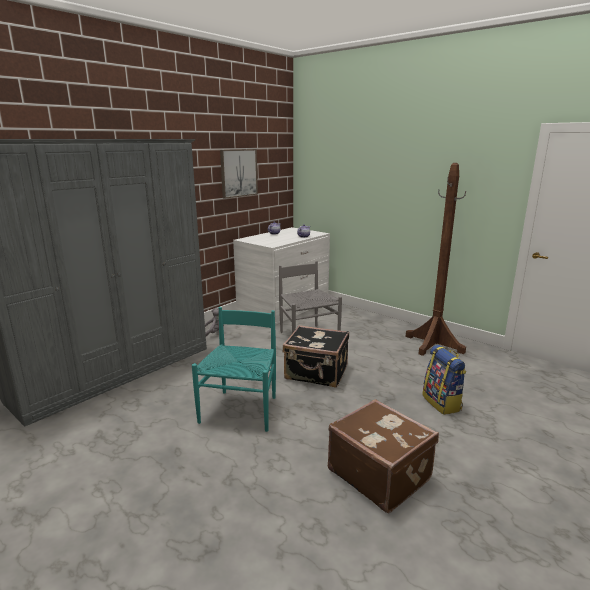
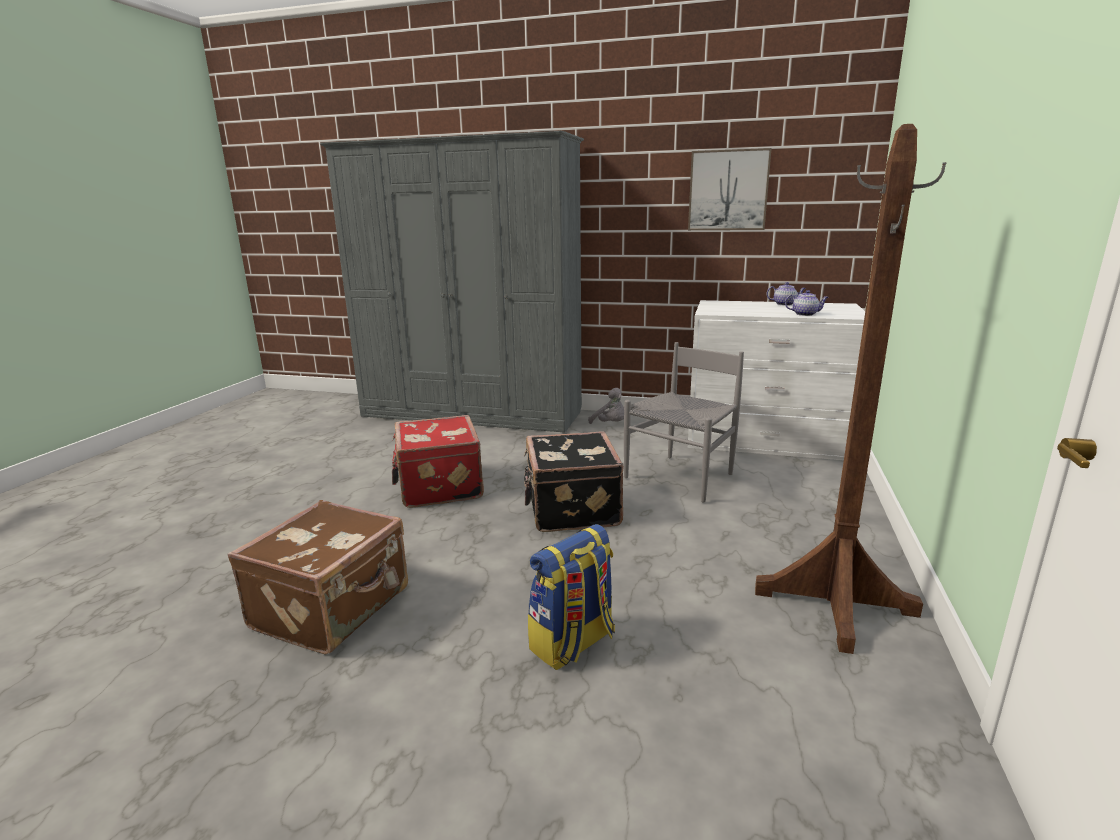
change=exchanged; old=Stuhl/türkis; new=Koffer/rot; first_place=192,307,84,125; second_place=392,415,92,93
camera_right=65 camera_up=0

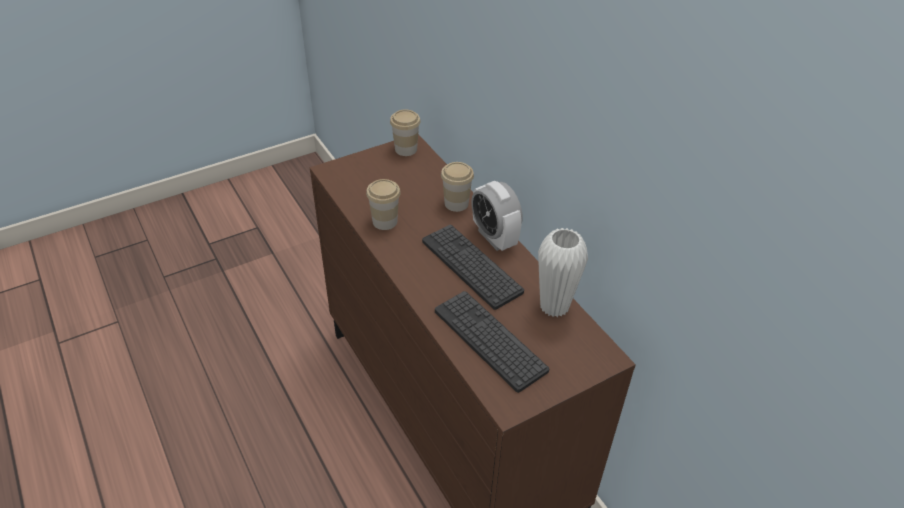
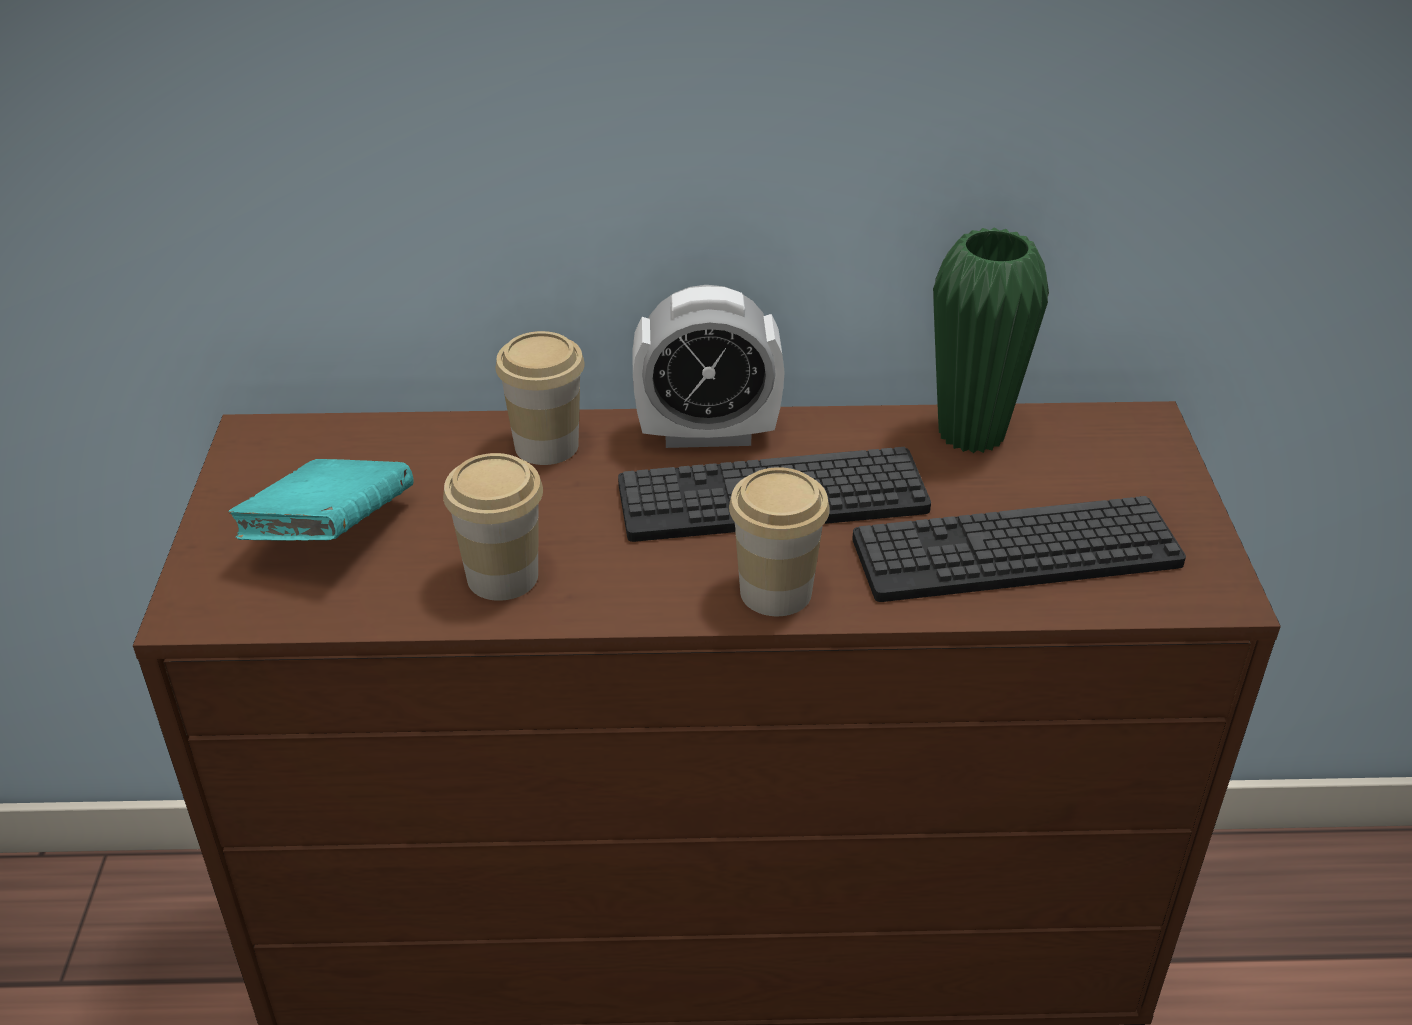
change=relocated; old=Tasse; first_place=390,109,31,47; second_place=729,467,101,149
change=colour; old=Vase/weiß; new=Vase/grün; first_place=538,228,50,89; second_place=933,228,116,225
change=appeared; new=Buch/türkis; second_place=228,459,186,82
camera_right=-60 camera_up=-5

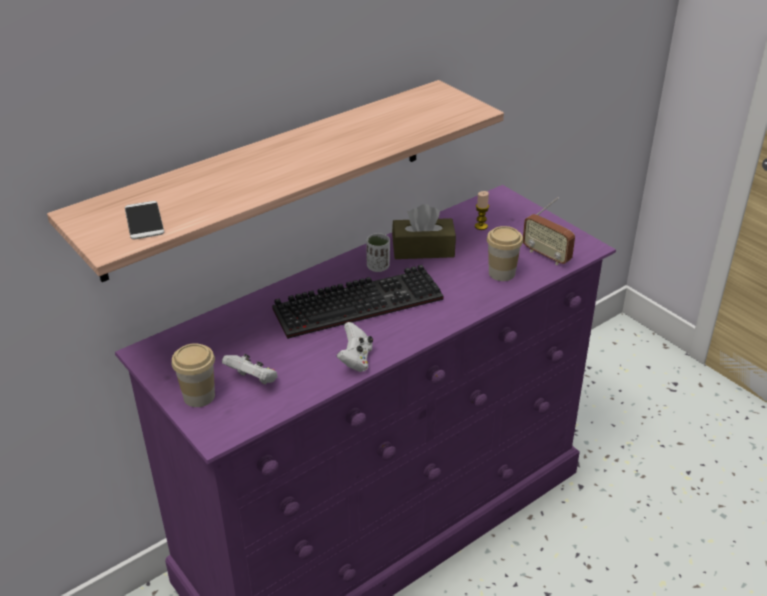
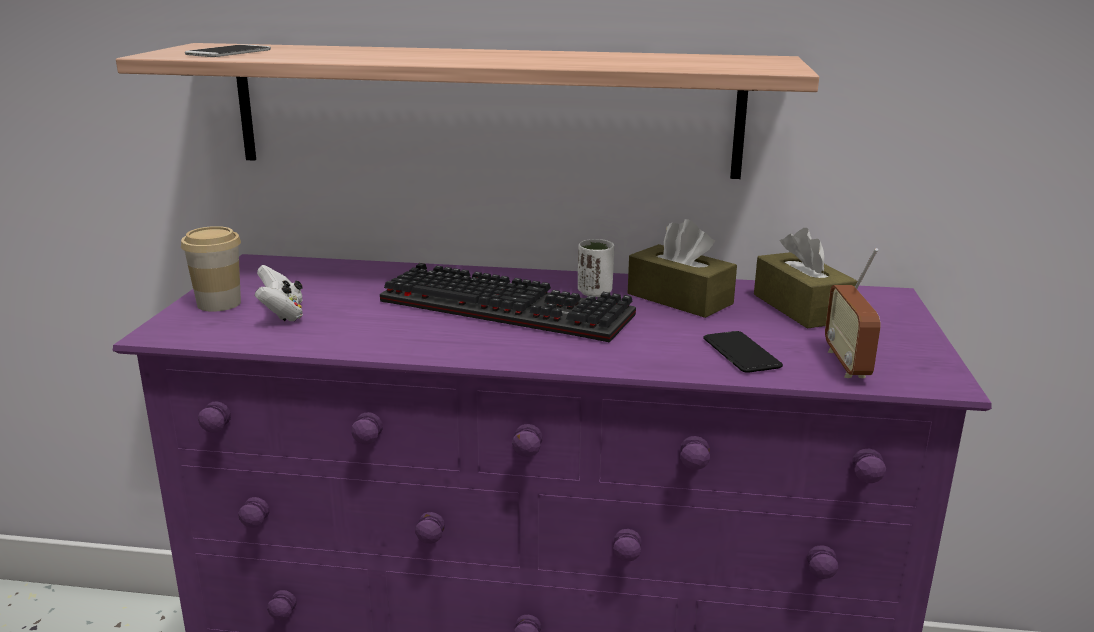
change=missing; old=Gamepad/weiß; first_place=337,322,36,50
change=exchanged; old=Kerze; new=Taschentuchbox/braun; first_place=475,191,14,39; second_place=754,228,104,101
change=exchanged; old=Tasse; new=Handy; first_place=487,226,36,55; second_place=703,331,80,42
camera_right=45 camera_up=-15

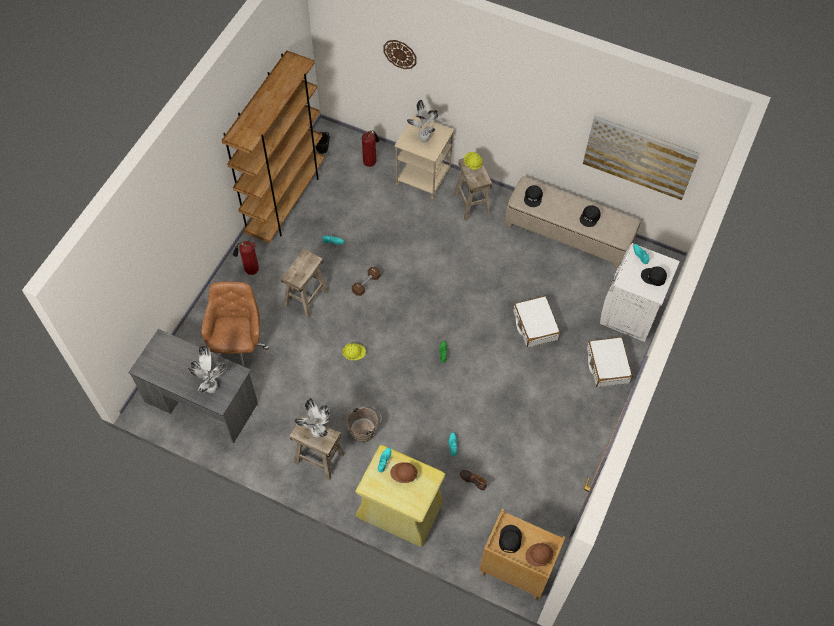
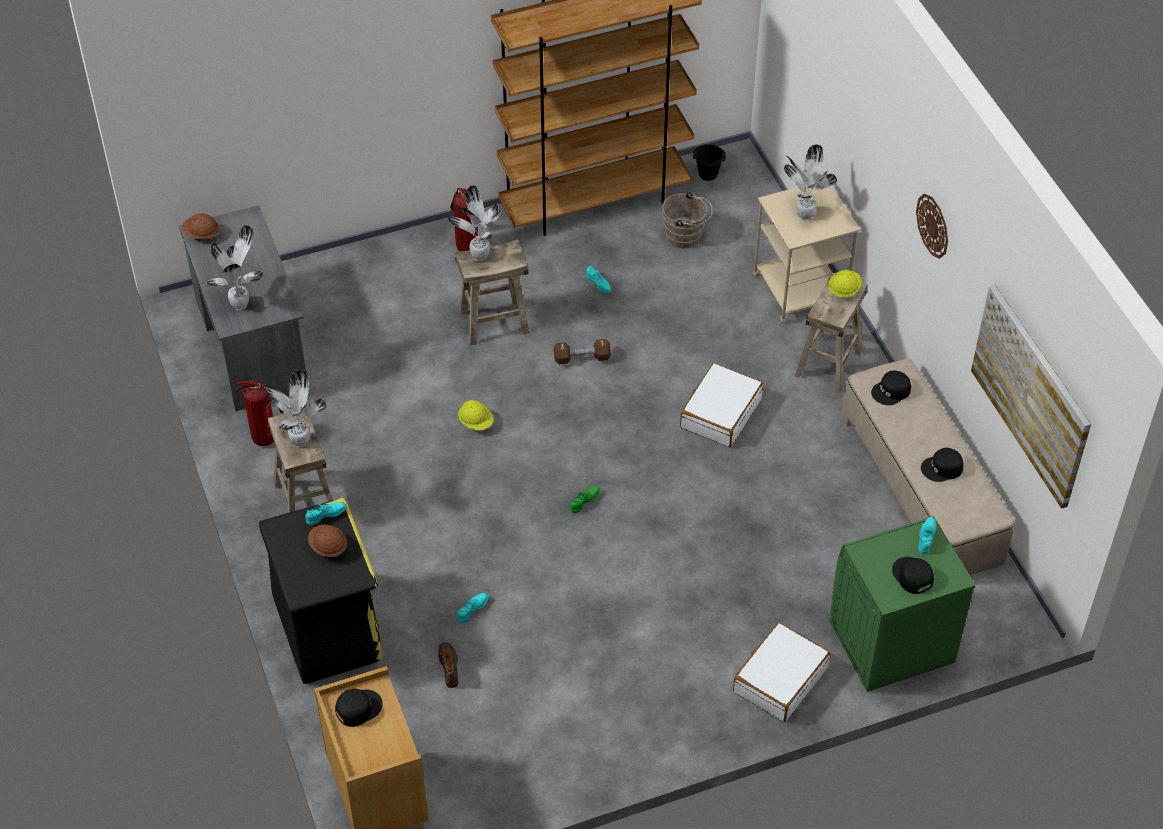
change=missing; old=Bürostuhl/braun; first_place=201,282,68,85
change=relocated; old=Eimer/braun; first_place=346,406,35,36; second_place=662,192,51,56
change=colour; old=Nachttisch/gelb; new=Nachttisch/schwarz; first_place=356,445,89,102; second_place=259,498,123,186
change=relocated; old=Feuerlöscher; first_place=362,130,18,37; second_place=236,379,47,67
change=relocated; old=Wanduhr; first_place=383,40,34,29; second_place=916,194,32,65
change=relocated; old=Koffer/weiß; first_place=513,296,47,52; second_place=680,363,83,84
change=relocated; old=Schutzhelm/braun; first_place=525,543,28,24; second_place=182,213,37,28
change=colour; old=Waschmaschine/weiß; new=Waschmaschine/grün; first_place=600,243,80,99; second_place=830,516,145,176
change=appeared; new=Topfpflanze; second_place=448,185,53,76
camera_right=45 camera_up=-10

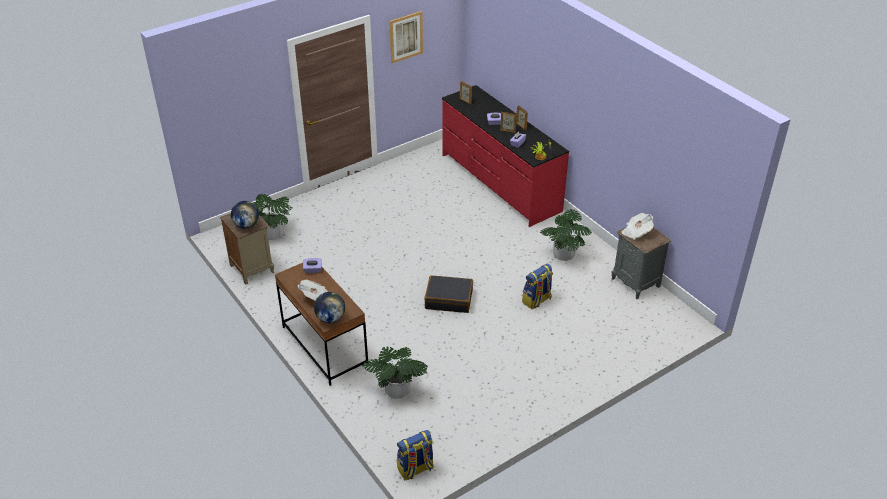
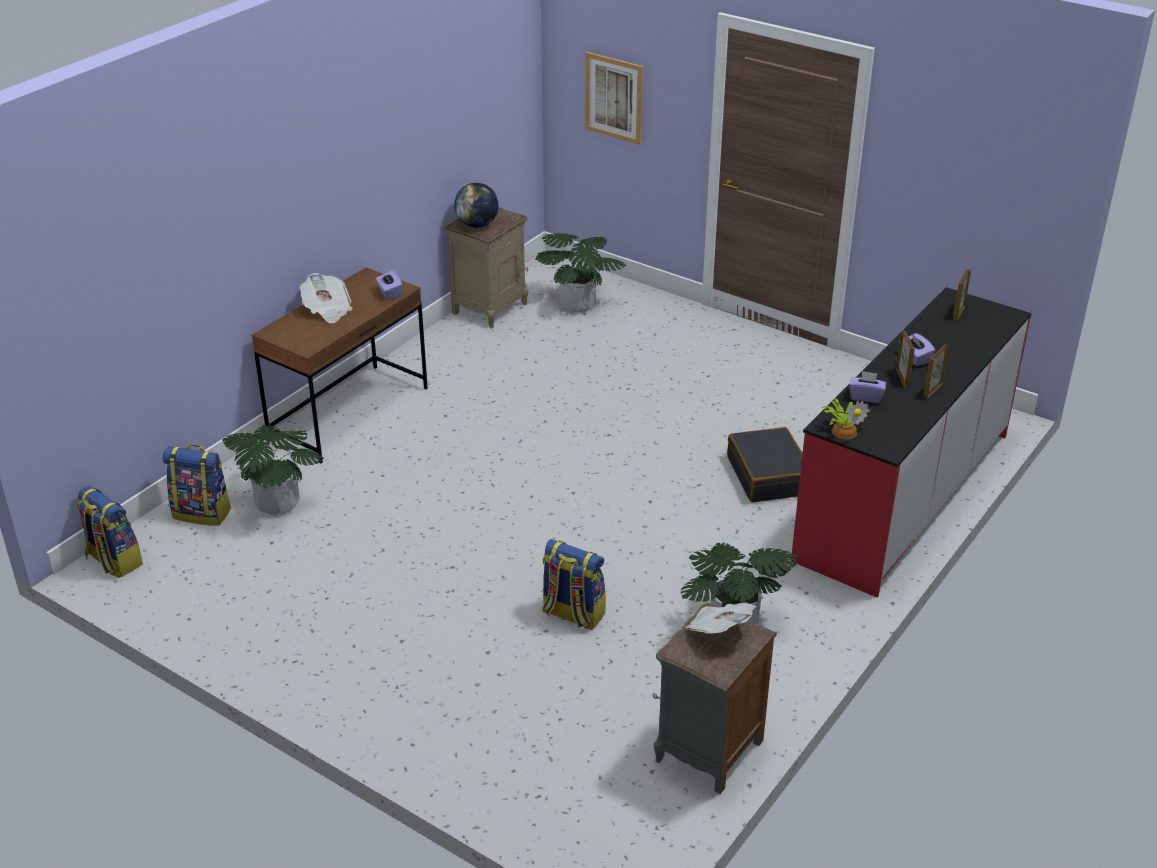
change=missing; old=Globus; first_place=314,292,31,31
change=relocated; old=Bild; first_place=389,11,34,52; second_place=585,52,58,93
change=relocated; old=Koffer/schwarz; first_place=425,275,48,38; second_place=727,427,76,76
change=appeared; new=Rucksack; second_place=163,445,68,81
camera_right=70 camera_up=-5

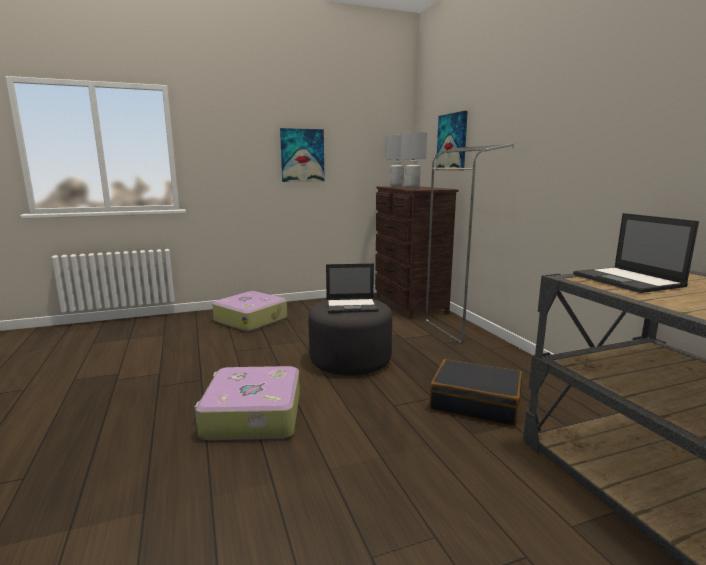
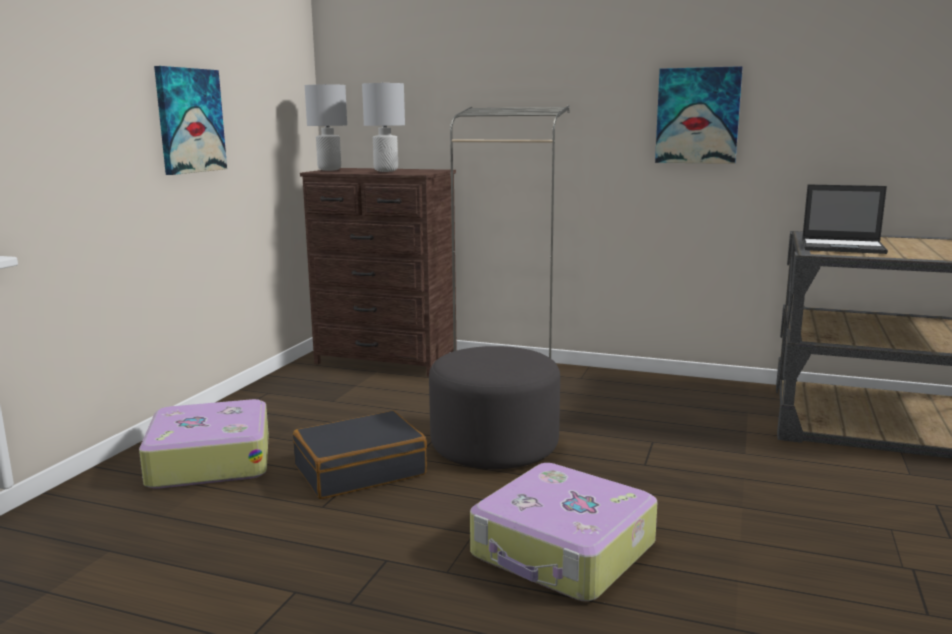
change=missing; old=Laptop; first_place=326,263,53,50
change=relocated; old=Koffer/schwarz; first_place=430,359,92,67; second_place=293,410,134,89
change=relocated; old=Bild; first_place=436,111,32,60; second_place=655,66,88,98
camera_right=-50 camera_up=0

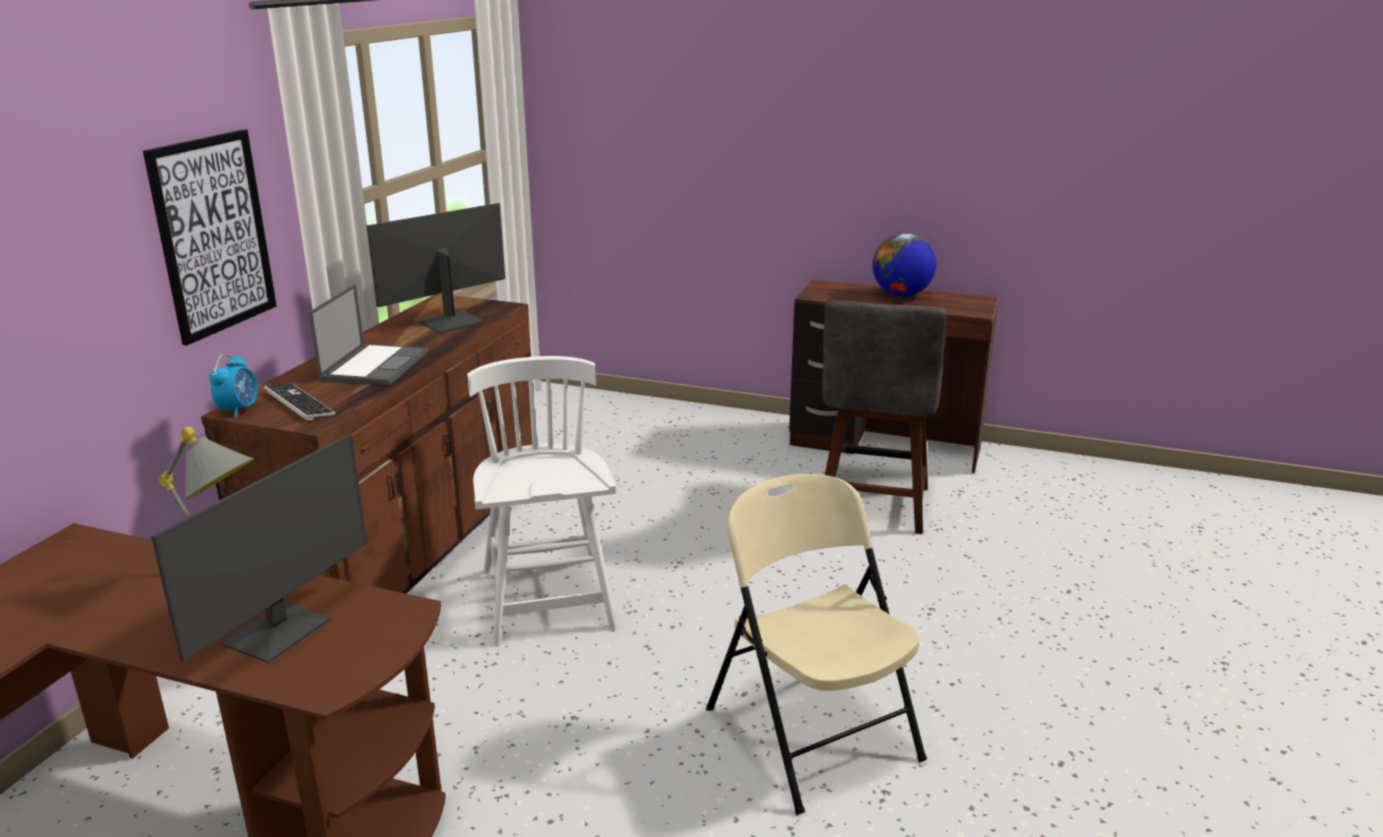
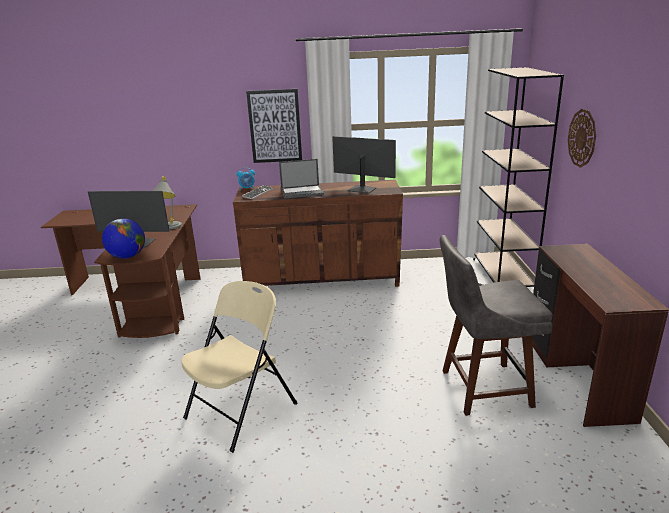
change=missing; old=Stuhl/weiß; first_place=467,356,150,290
change=relocated; old=Globus; first_place=873,233,63,63; second_place=102,218,43,41
change=appeared; new=Bücherregal/beige; second_place=473,67,91,220
change=appeared; new=Wanduhr; second_place=568,109,28,58
camera_right=70 camera_up=0

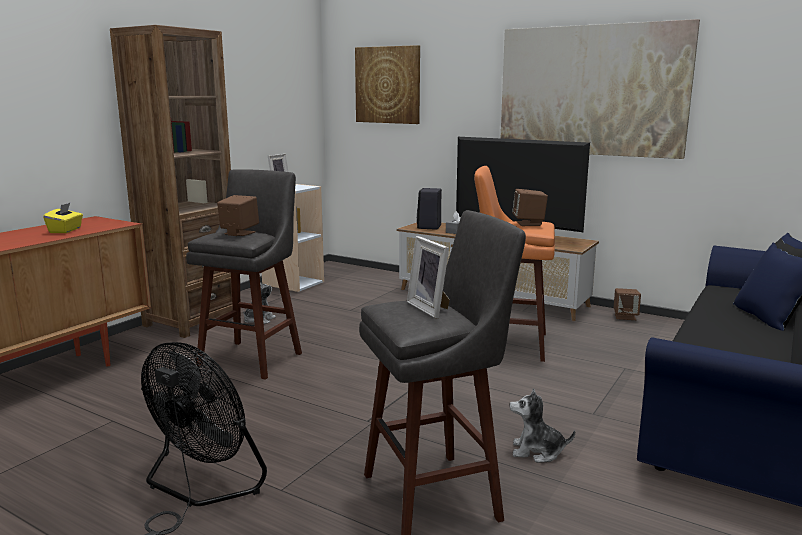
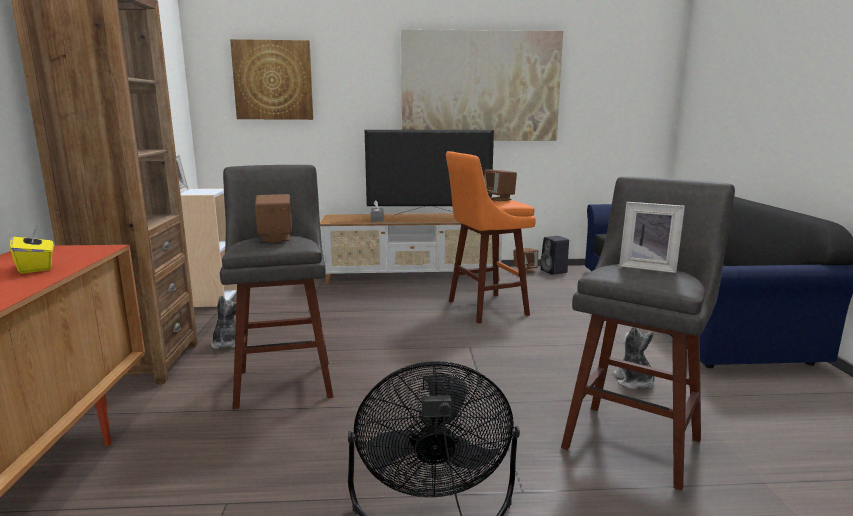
change=relocated; old=Lautsprecher/schwarz; first_place=417,188,25,42; second_place=541,236,28,39
change=spun; old=Plüschtier; first_place=509,388,66,75; second_place=613,327,42,62; degrees=105
camera_right=-35 camera_up=0

